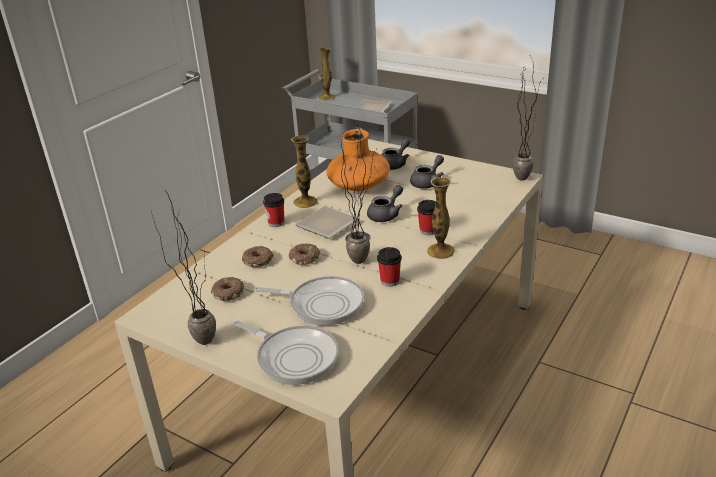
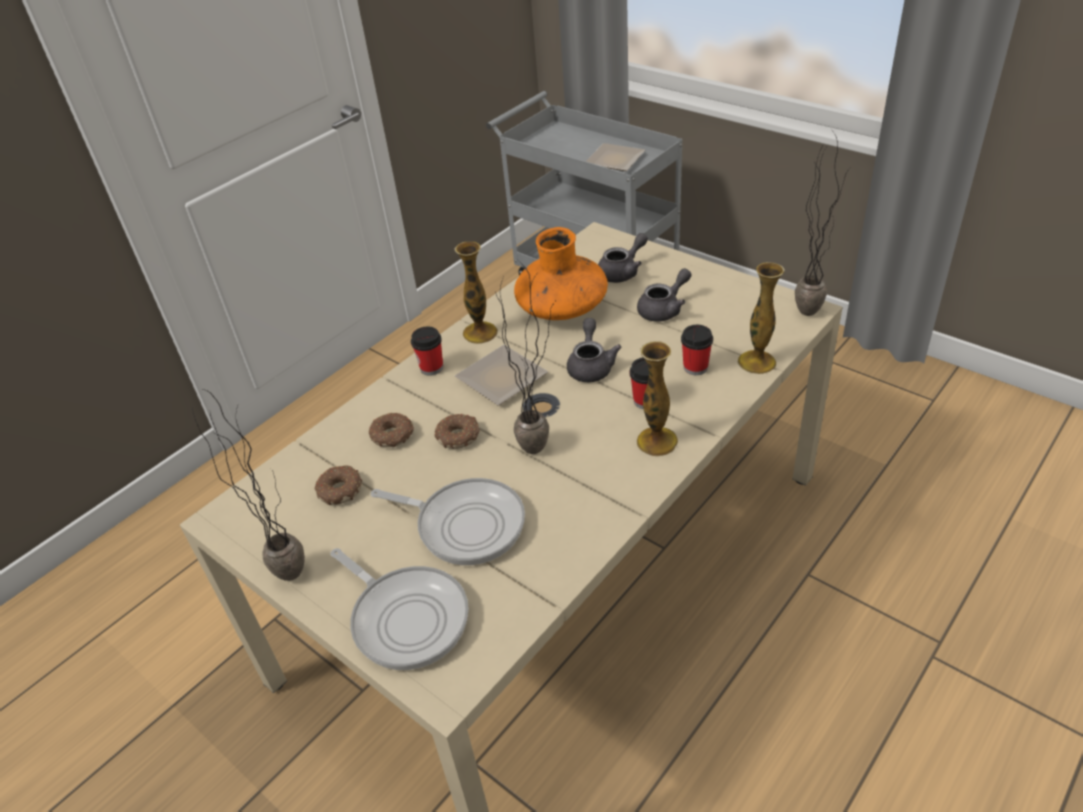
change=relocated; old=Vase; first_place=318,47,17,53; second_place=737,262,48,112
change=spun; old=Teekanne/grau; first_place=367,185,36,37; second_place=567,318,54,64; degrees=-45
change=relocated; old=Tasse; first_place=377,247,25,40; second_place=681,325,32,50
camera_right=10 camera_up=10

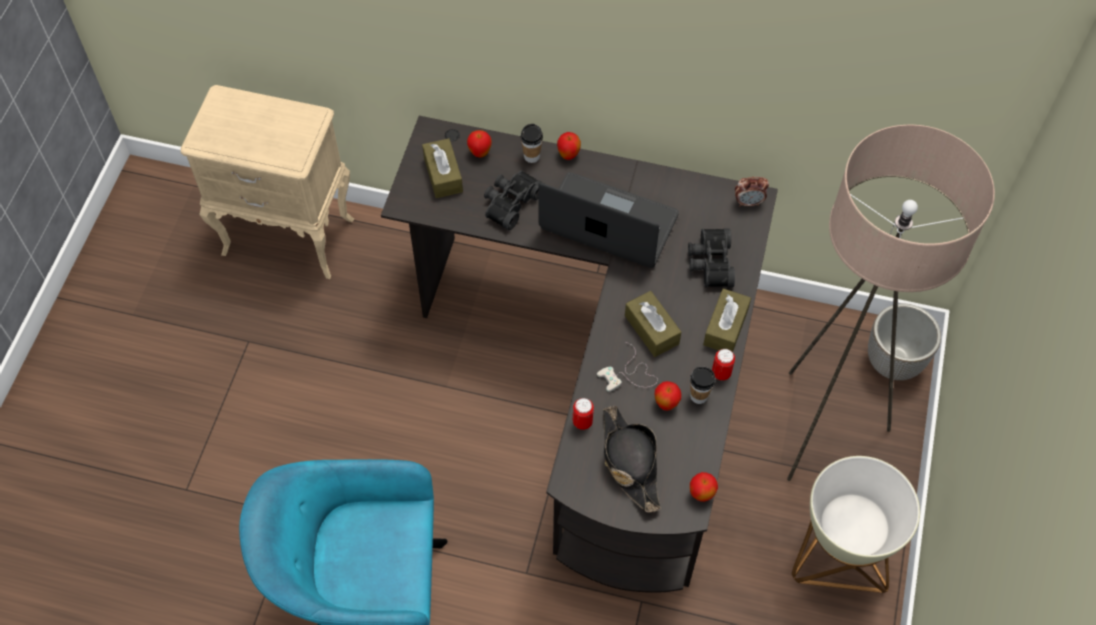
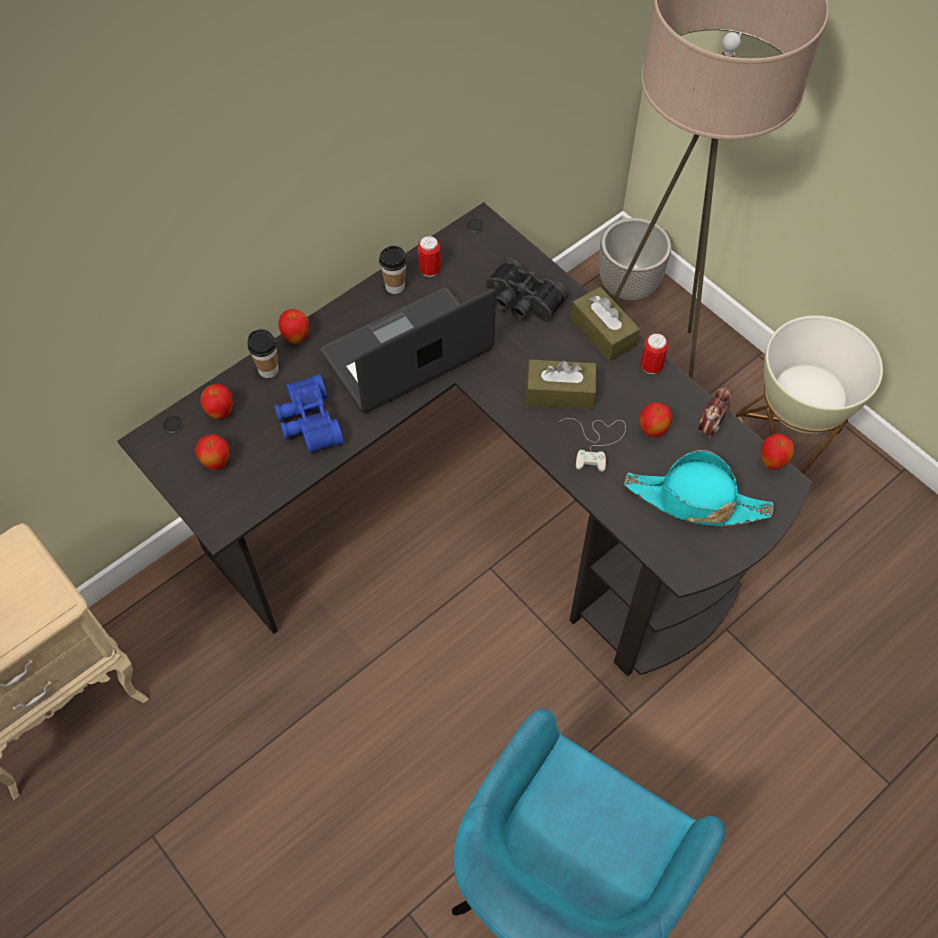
change=exchanged; old=Taschentuchbox/braun; new=Apfel; first_place=422,138,41,60; second_place=195,434,34,36
change=colour; old=Fernglas/schwarz; new=Fernglas/blau; first_place=484,170,59,60; second_place=274,374,70,80
change=relocated; old=Dose; first_place=573,398,21,32; second_place=418,236,23,41
change=colour; old=Hut/schwarz; new=Hut/türkis; first_place=603,406,58,106; second_place=624,450,150,76
change=relocated; old=Tasse; first_place=690,367,26,37; second_place=379,246,28,48
change=relocated; old=Wecker; first_place=735,177,34,30; second_place=698,387,33,52
camera_right=-55 camera_up=0

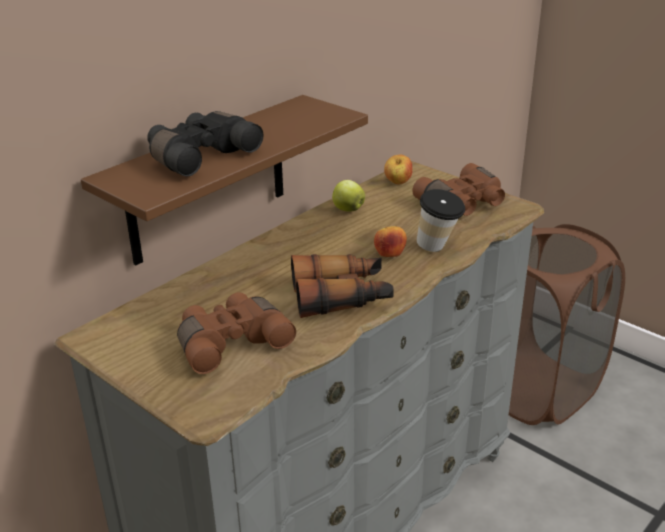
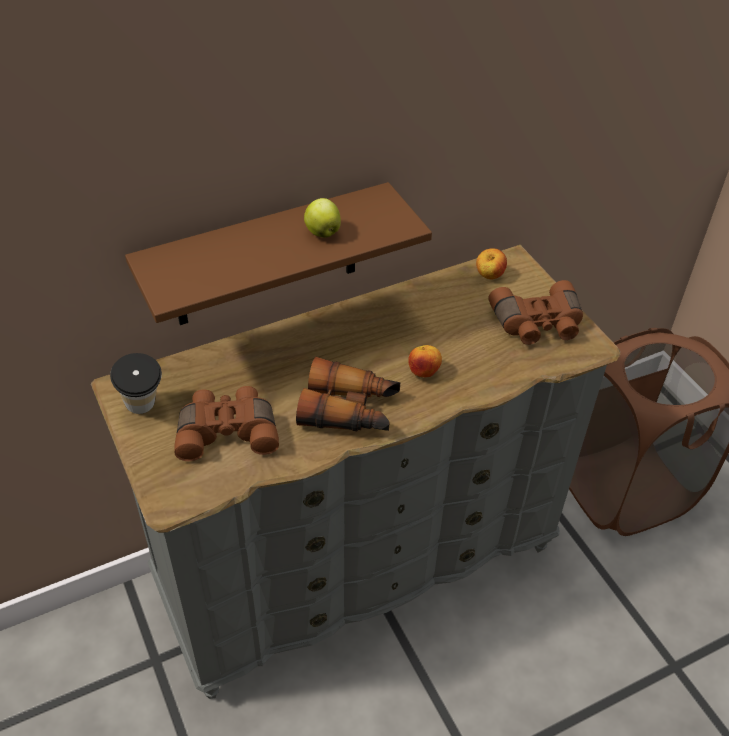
change=missing; old=Fernglas/schwarz; first_place=147,111,116,65
change=relocated; old=Apfel; first_place=332,180,33,32; second_place=304,198,37,40
change=relocated; old=Tasse; first_place=417,189,48,63; second_place=110,353,52,61
camera_right=20 camera_up=15

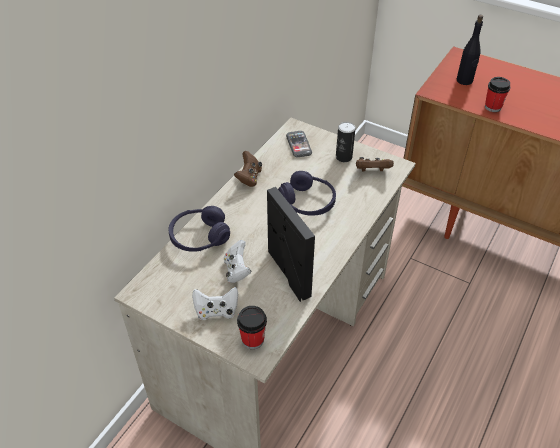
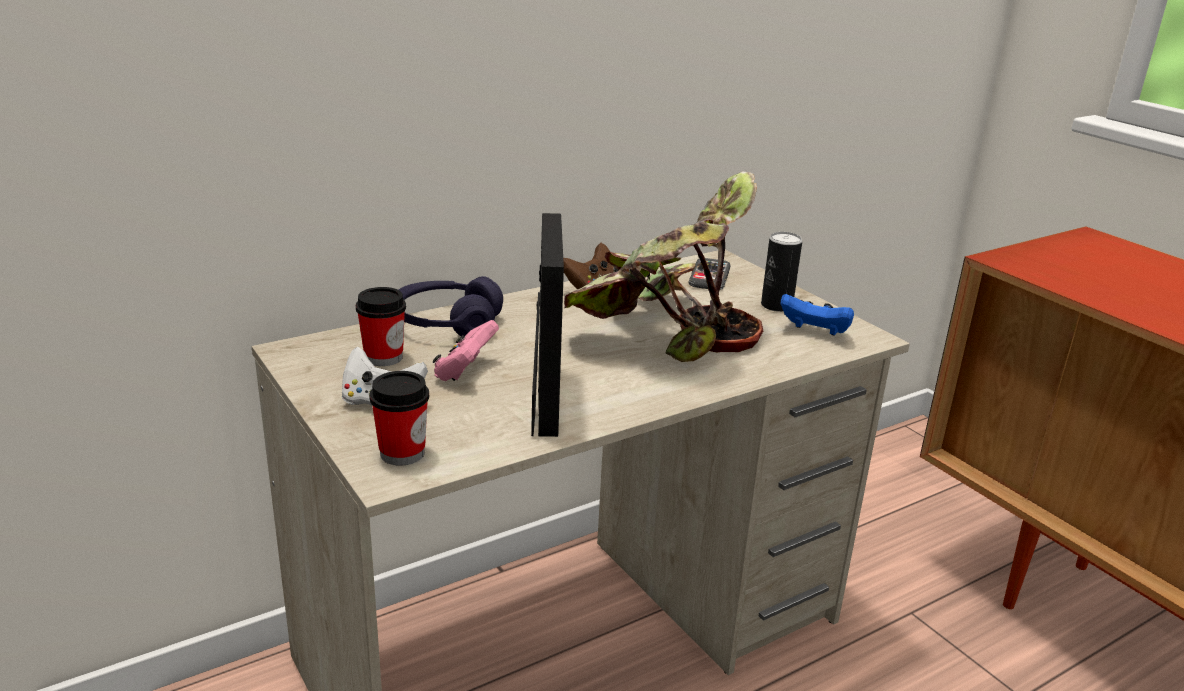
change=colour; old=Gamepad/weiß; new=Gamepad/rosa; first_place=224,240,27,43; second_place=433,320,66,61
change=exchanged; old=Kopfhörer/lila; new=Topfpflanze; first_place=278,171,58,45; second_place=564,172,199,190
change=colour; old=Gamepad/braun; new=Gamepad/blau; first_place=356,157,38,15; second_place=781,294,73,42
change=missing; old=Flasche/schwarz; first_place=457,15,26,70
change=relocated; old=Tasse; first_place=485,77,25,35; second_place=356,287,50,79
camera_right=25 camera_up=-20

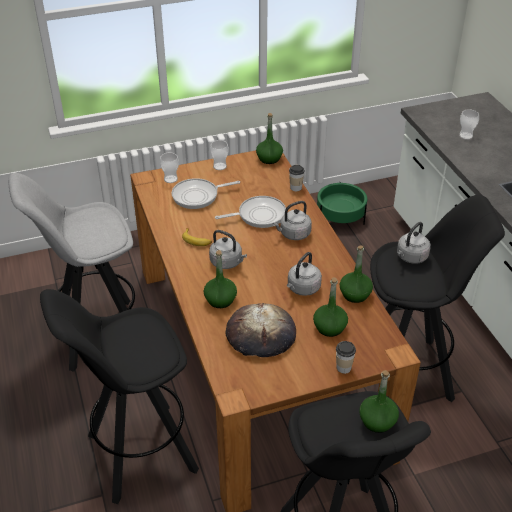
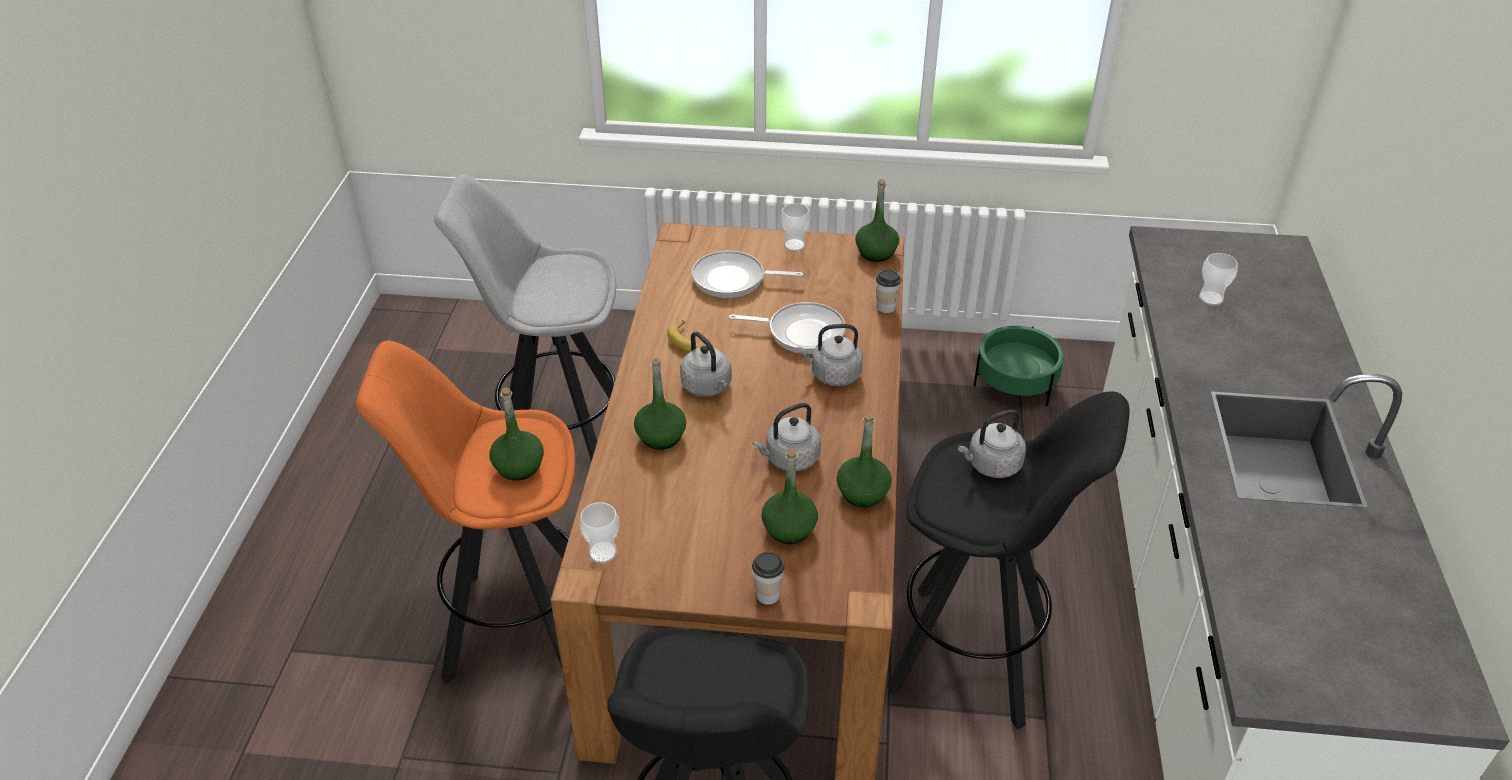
change=colour; old=Hocker/schwarz; new=Hocker/orange; first_place=40,289,159,215; second_place=356,341,219,343
change=relocated; old=Tasse; first_place=160,153,19,30; second_place=579,502,40,61
change=missing; old=Brot; first_place=226,303,70,54
change=relocated; old=Flasche/grün; first_place=359,370,40,63; second_place=489,387,55,94
camera_right=25 camera_up=0

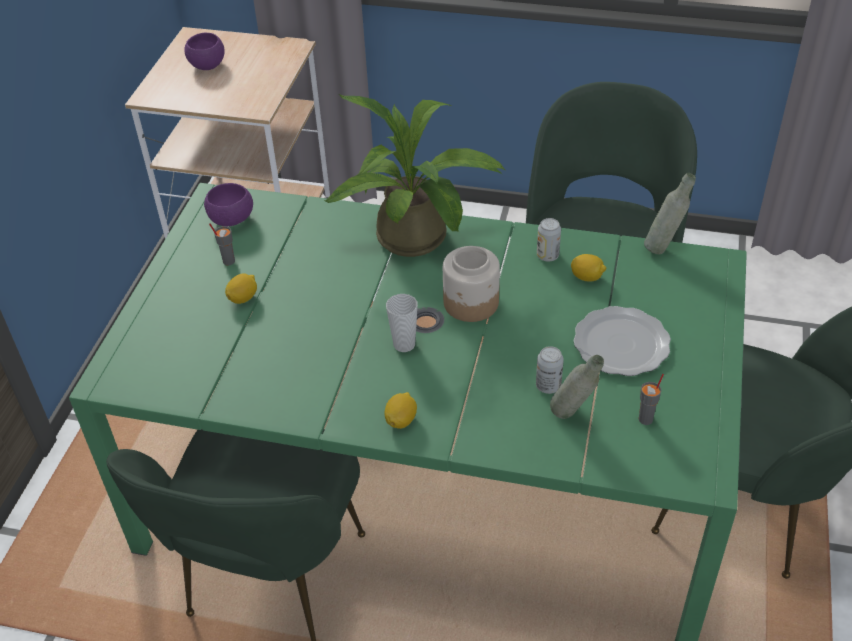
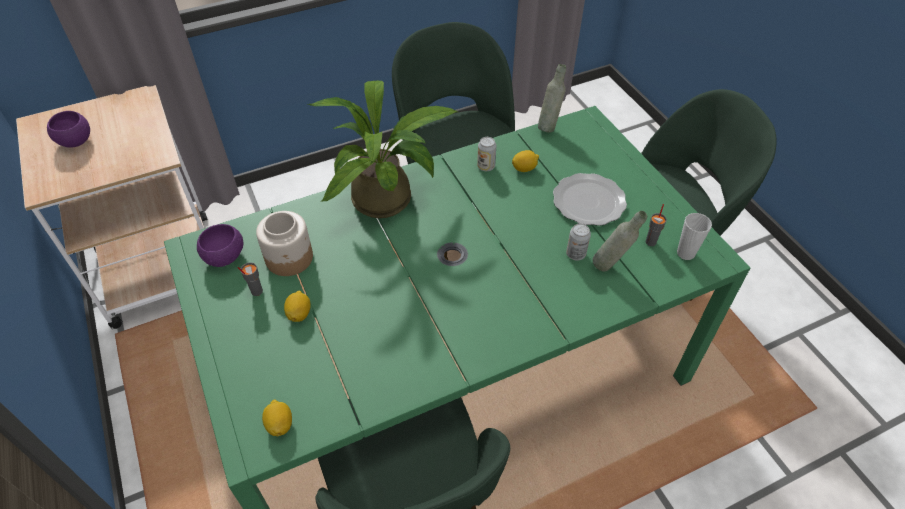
change=relocated; old=Zitrone; first_place=385,392,32,37; second_place=262,399,30,37
change=relocated; old=Tasse; first_place=386,294,32,58; second_place=677,213,35,47
change=relocated; old=Vorratsglas; first_place=443,246,57,76; second_place=256,211,57,65
camera_right=-40 camera_up=5

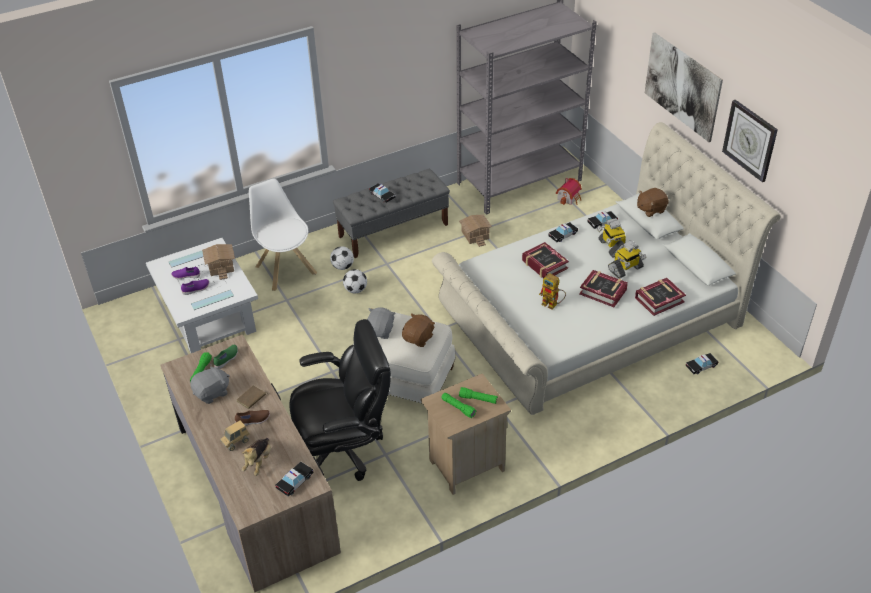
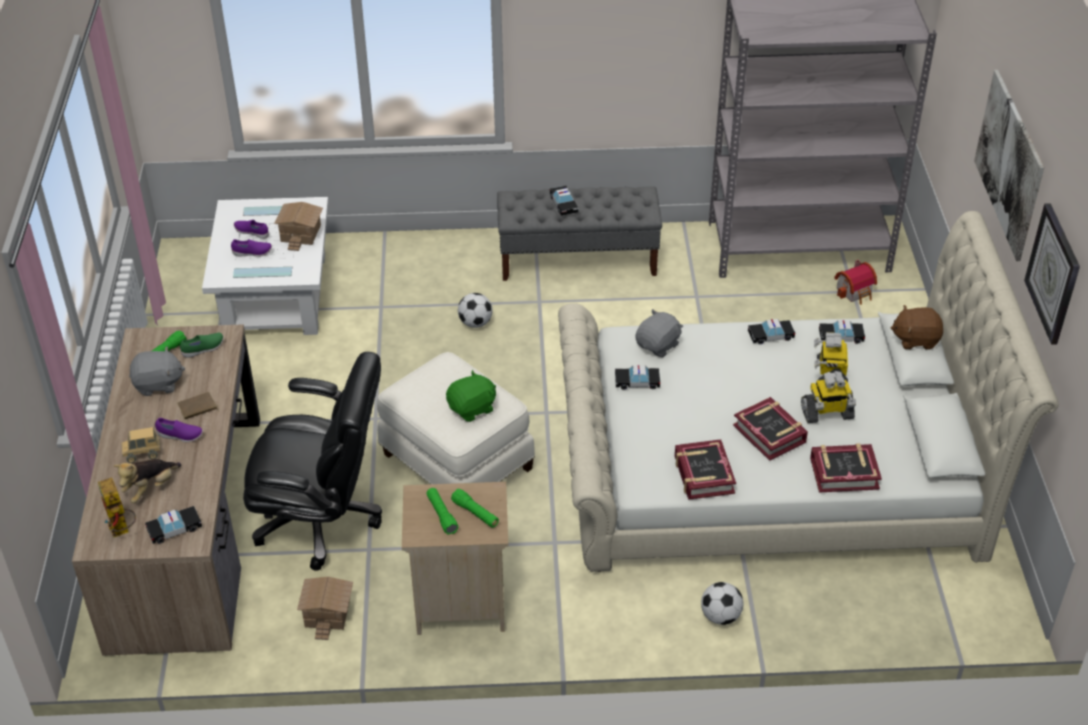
change=colour; old=Schuh/braun; new=Schuh/lila; first_place=235,410,35,16; second_place=155,418,48,24
change=missing; old=Stuhl/weiß; first_place=249,179,68,112
change=relocated; old=Fußball; first_place=330,246,24,24; second_place=701,582,42,43
change=relocated; old=Plüschtier/grau; first_place=367,307,28,32; second_place=636,309,47,48
change=colour; old=Plüschtier/braun; new=Plüschtier/grün; first_place=402,313,33,34; second_place=446,370,50,52
change=relocated; old=Spielzeughaus; first_place=459,215,33,32; second_place=297,577,56,63
change=relocated; old=Buch; first_place=522,242,47,36; second_place=675,439,61,61
change=relocated; old=Spielzeugroboter; first_place=539,273,27,37; second_place=98,477,38,60
change=relocated; old=Spielzeugauto; first_place=686,353,33,21; second_place=615,365,45,25
camera_right=25 camera_up=0

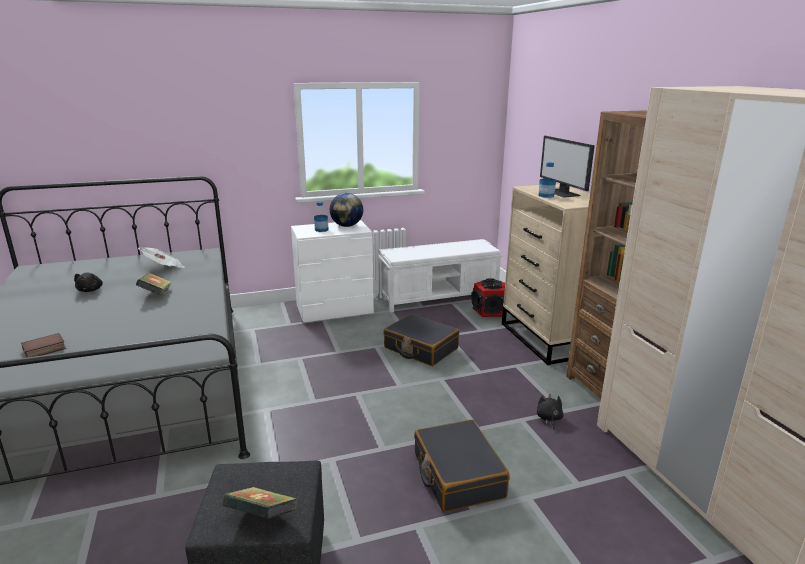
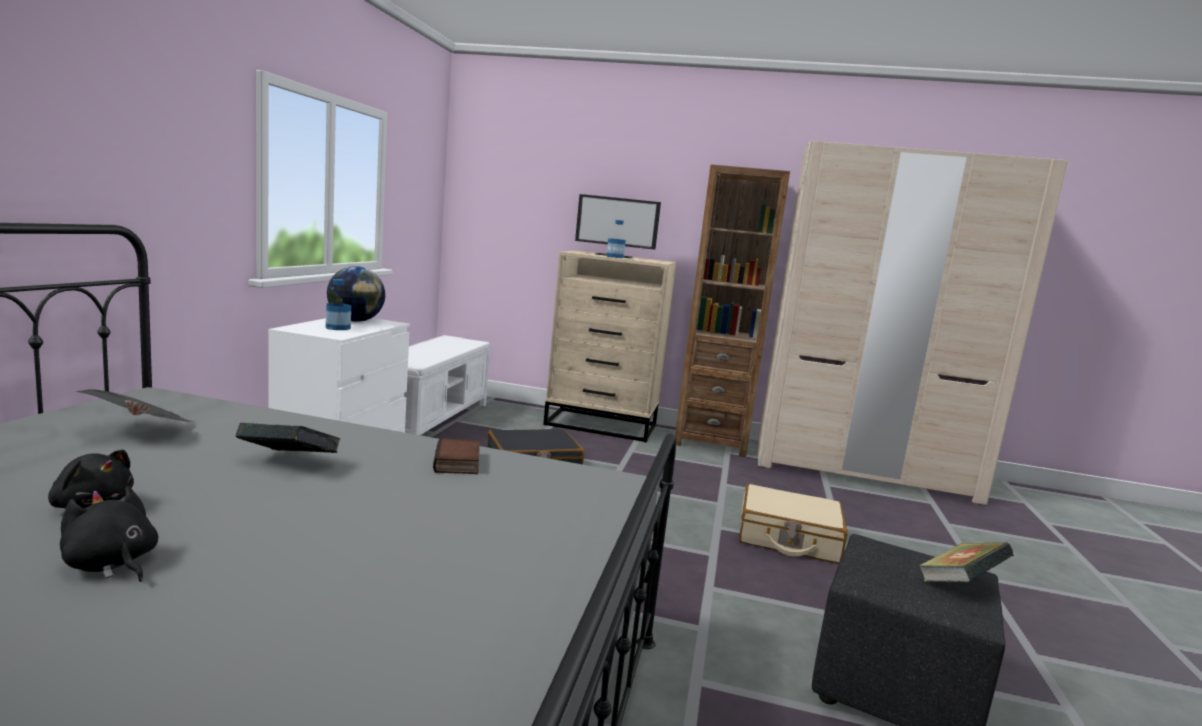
change=relocated; old=Buch; first_place=21,333,45,24; second_place=433,438,47,36
change=colour; old=Koffer/schwarz; new=Koffer/beige; first_place=414,419,96,93; second_place=739,484,109,80
change=missing; old=Lautsprecher; first_place=471,278,34,39
change=relocated; old=Plüschtier/schwarz; first_place=537,394,27,36; second_place=60,486,98,96
camera_right=-60 camera_up=-10

